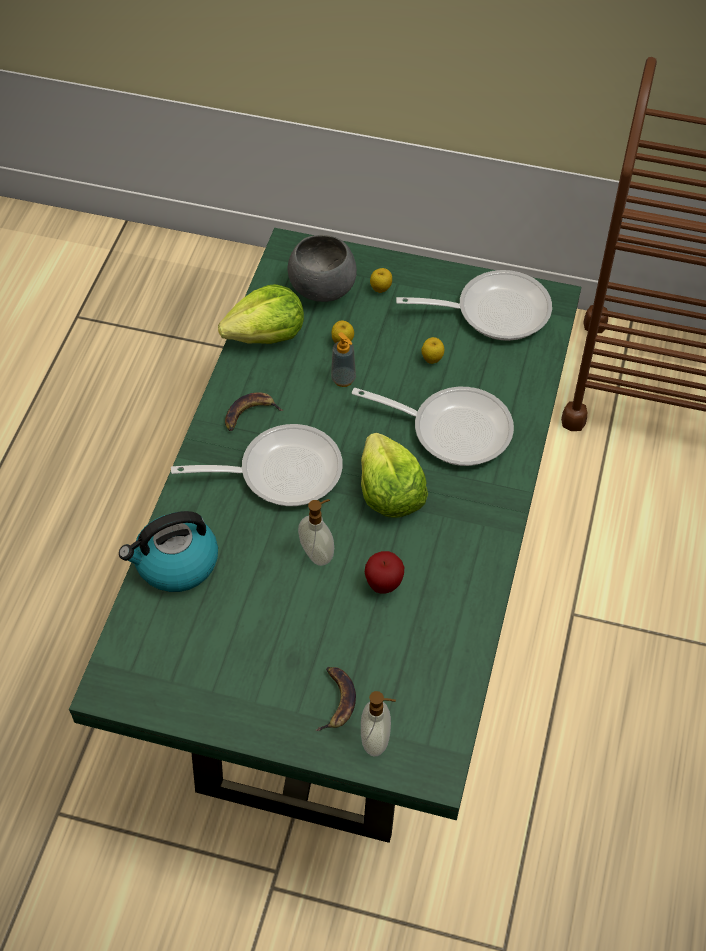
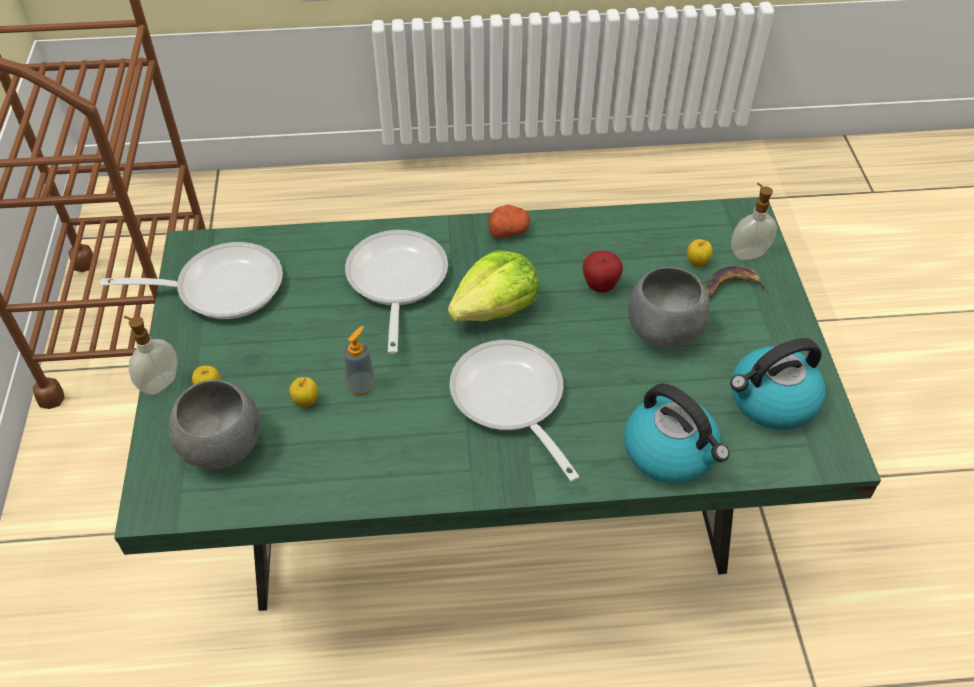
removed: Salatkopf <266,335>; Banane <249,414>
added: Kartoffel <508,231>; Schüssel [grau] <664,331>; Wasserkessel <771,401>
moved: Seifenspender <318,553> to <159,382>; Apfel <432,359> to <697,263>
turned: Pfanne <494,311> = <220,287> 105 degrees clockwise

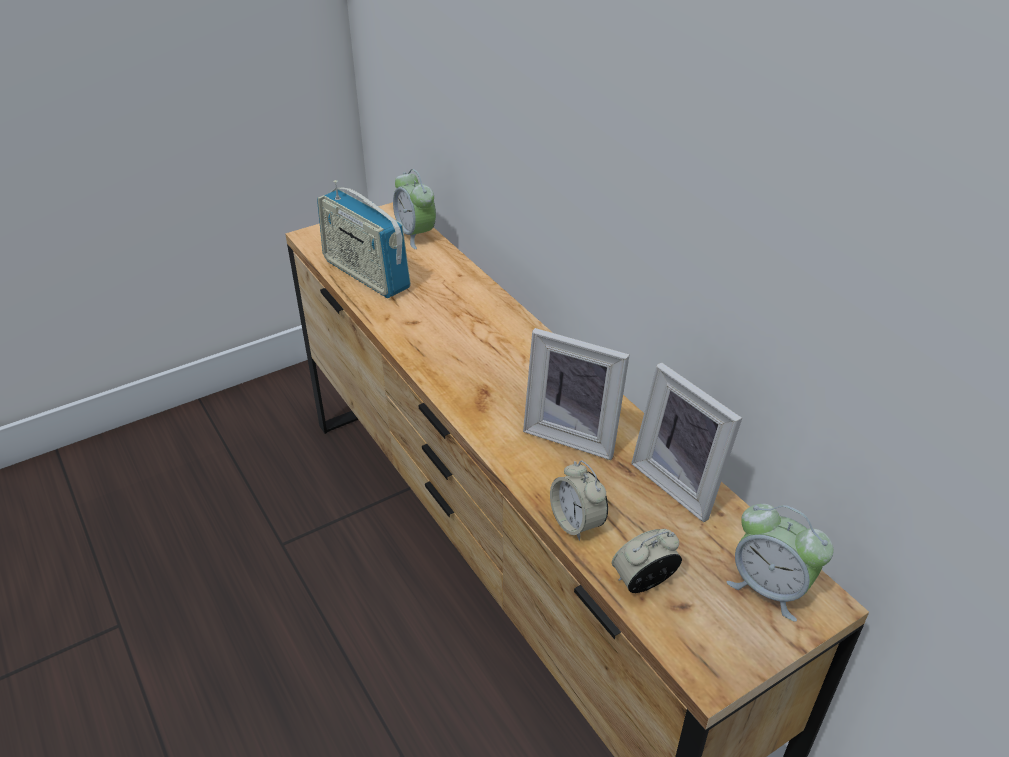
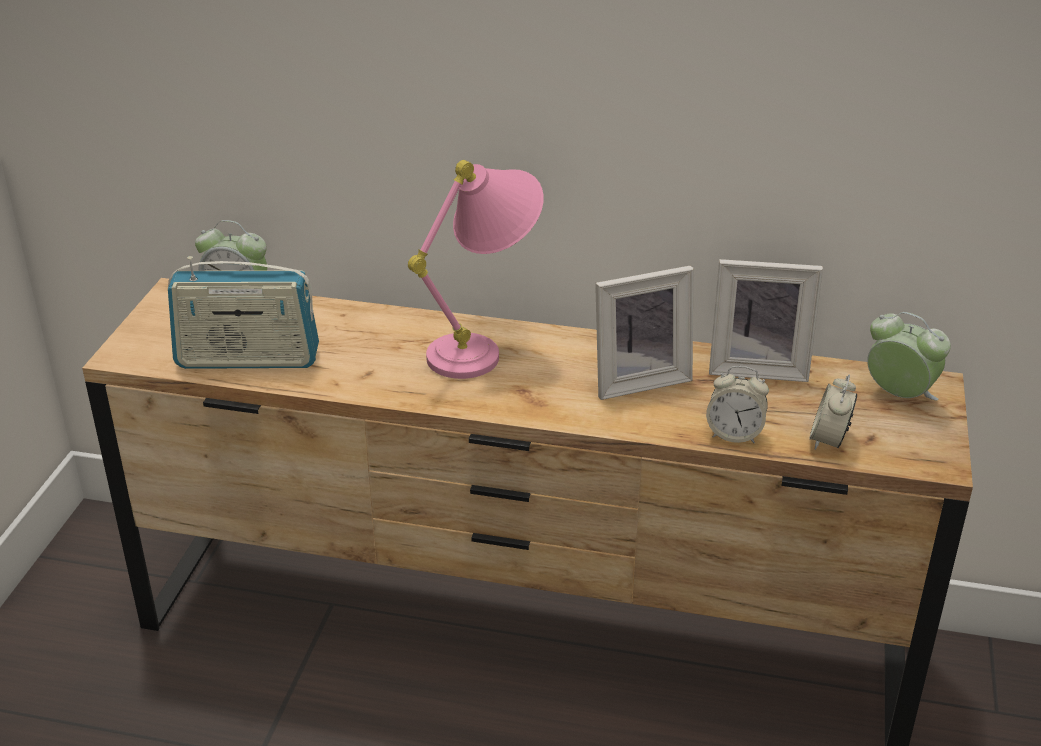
added: Tischlampe [rosa] <484,348>
turned: Wecker <769,588> = <899,395> 135 degrees counterclockwise

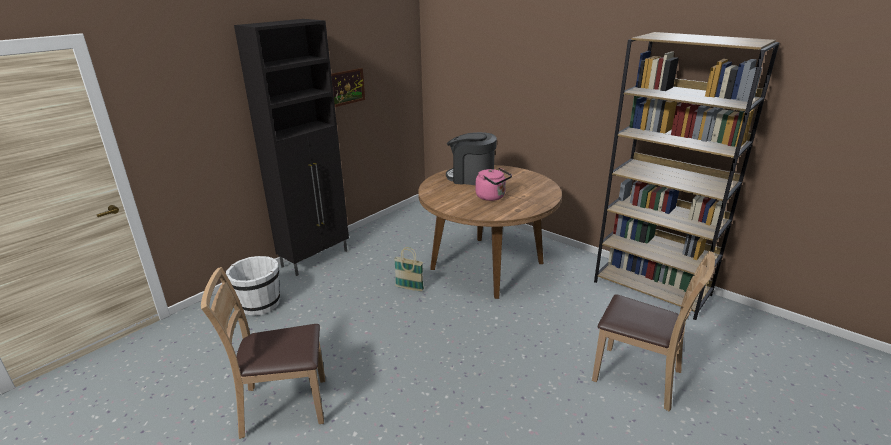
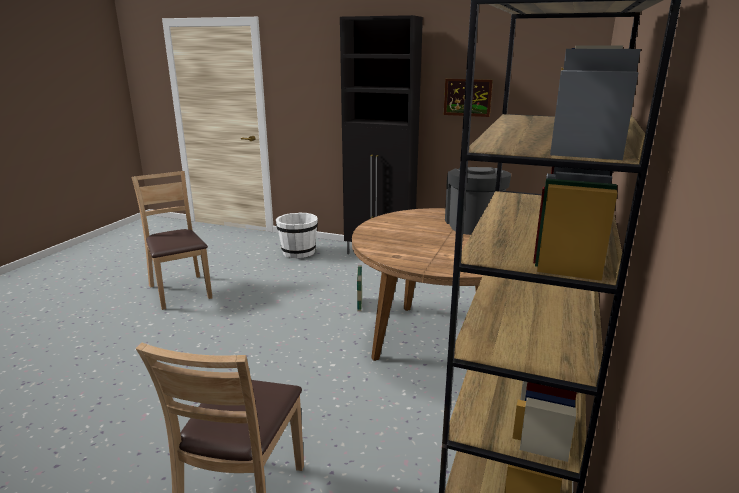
removed: Wasserkessel [rosa] <492,197>

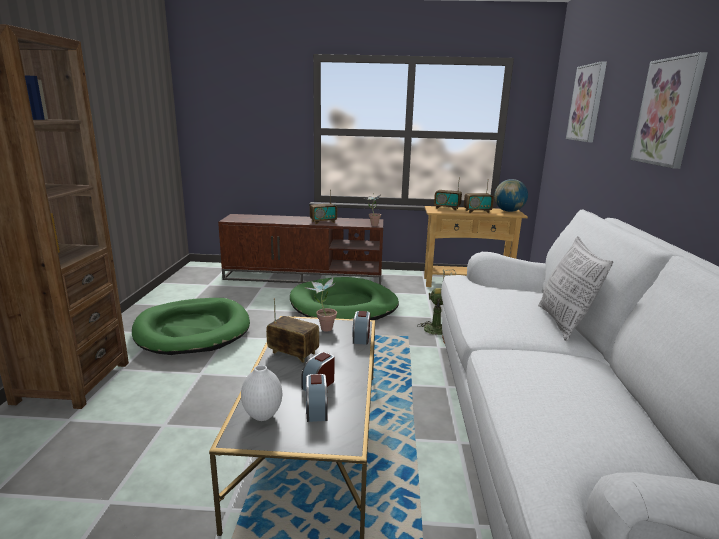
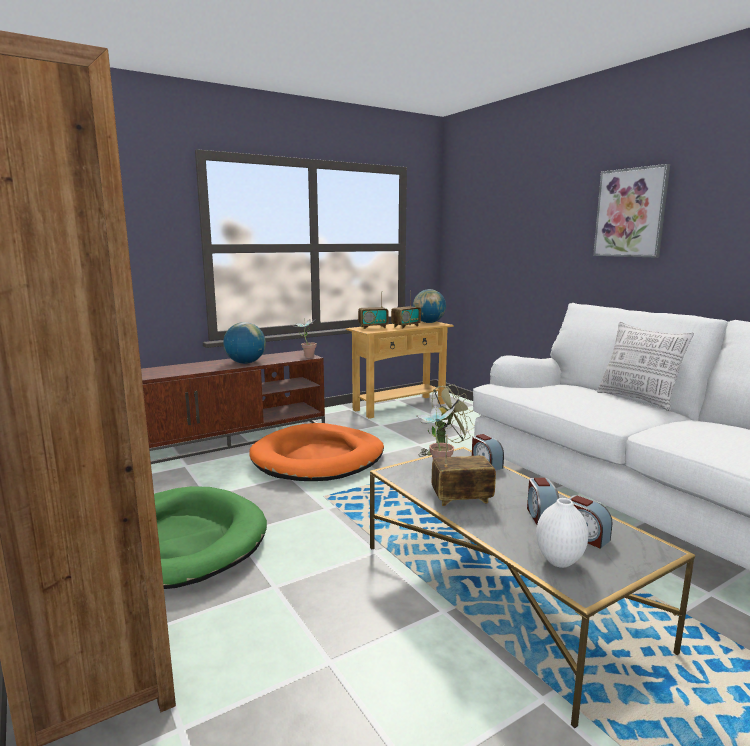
removed: Bild <587,103>
replaced: Radio <323,222> to Globus <245,363>
recoloured: Hundebett [grün] <344,305> to Hundebett [orange] <318,458>

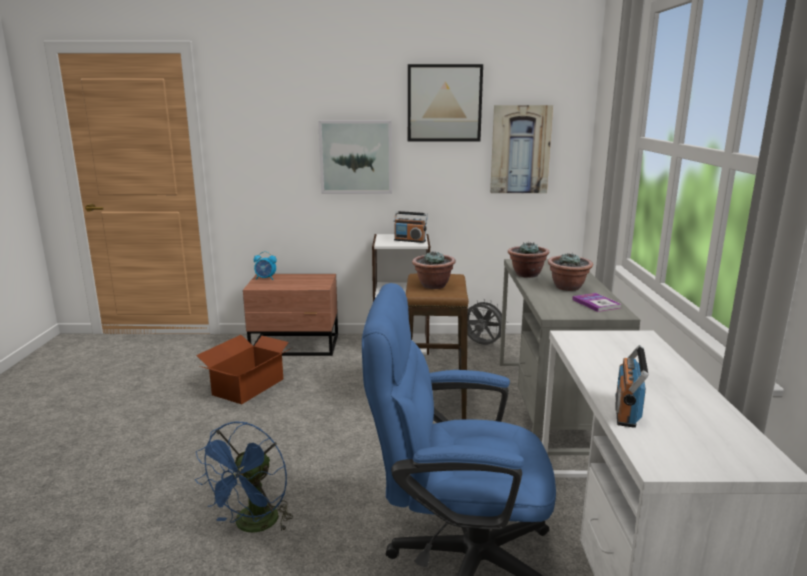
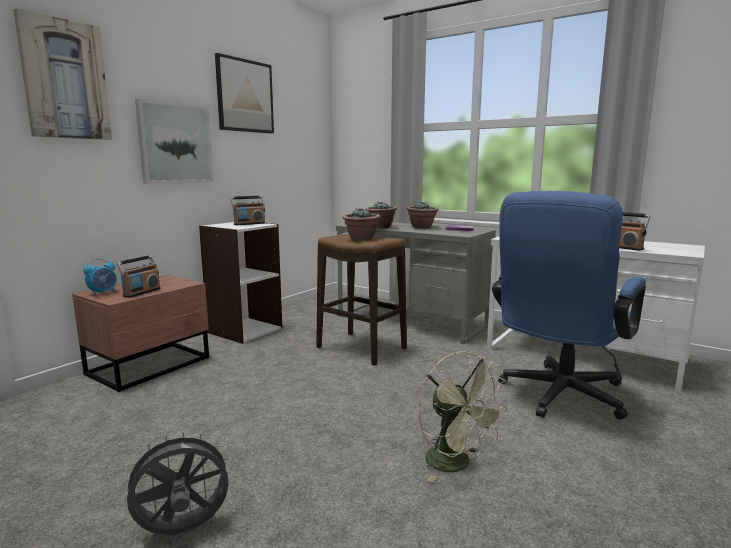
removed: Karton <247,387>
added: Radio <141,292>
moved: Ventilator [grau] <482,345> to <183,531>; Bild <520,149> to <65,80>
recoloured: Ventilator [blau] <252,526> to Ventilator [grün] <456,464>

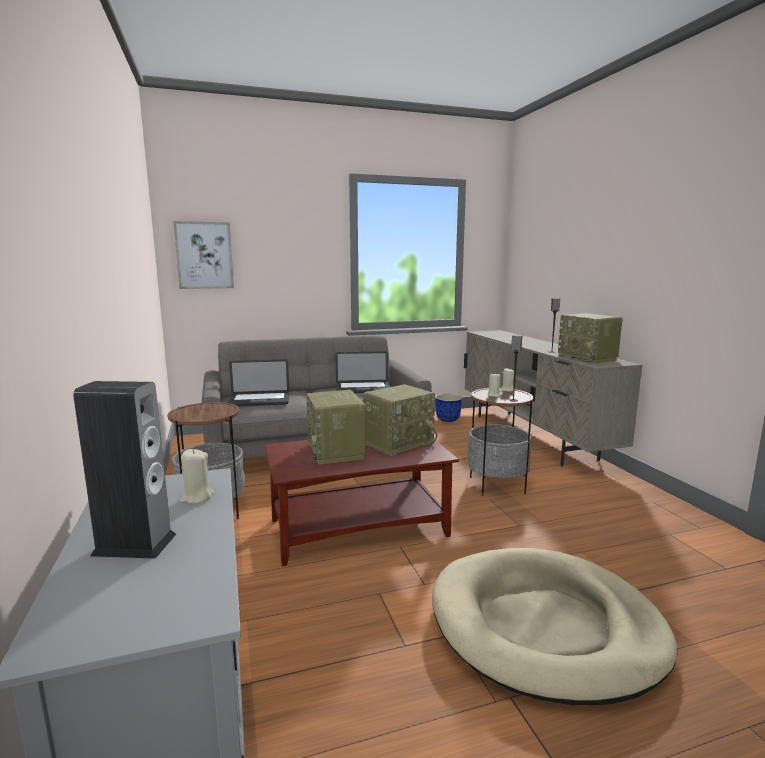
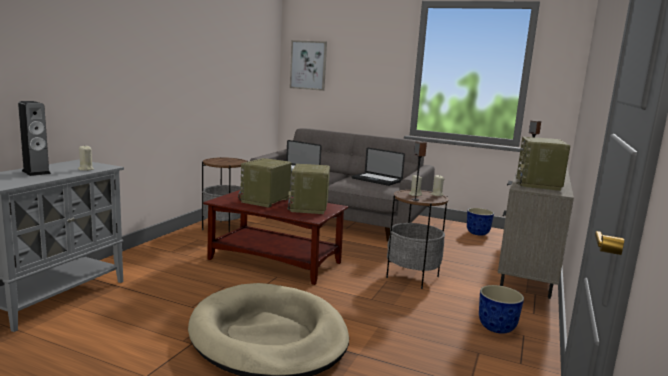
added: Pflanzkübel <497,328>
turned: Radio <399,443> = <309,207> 90 degrees clockwise

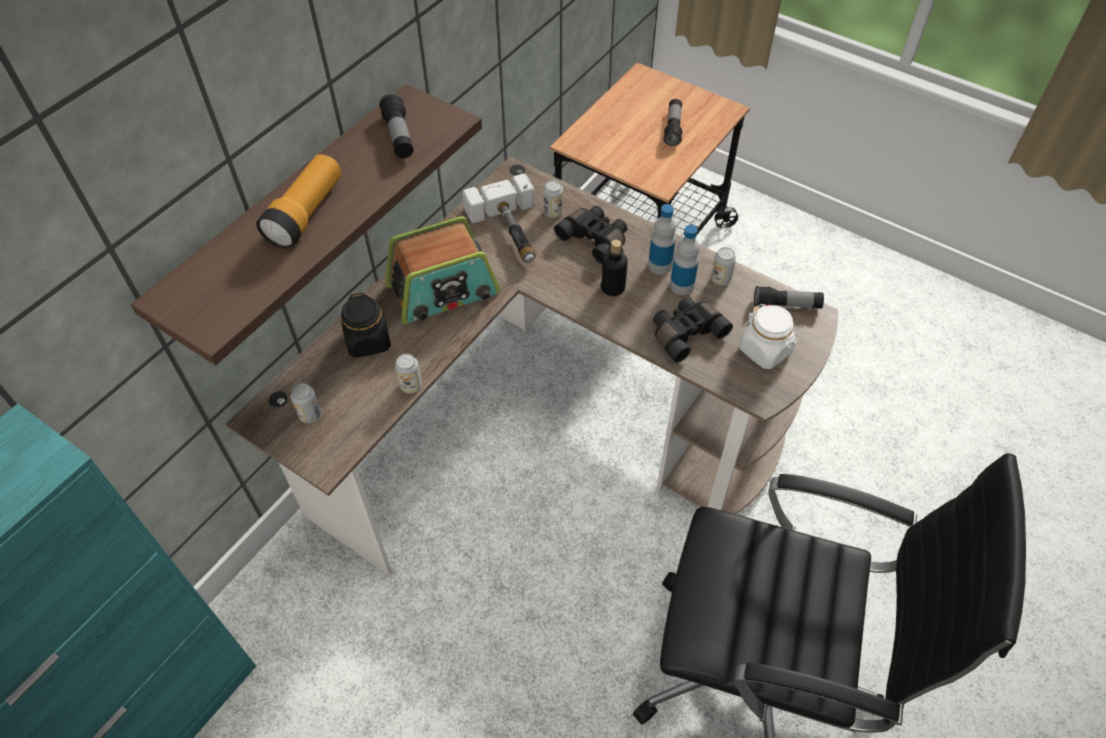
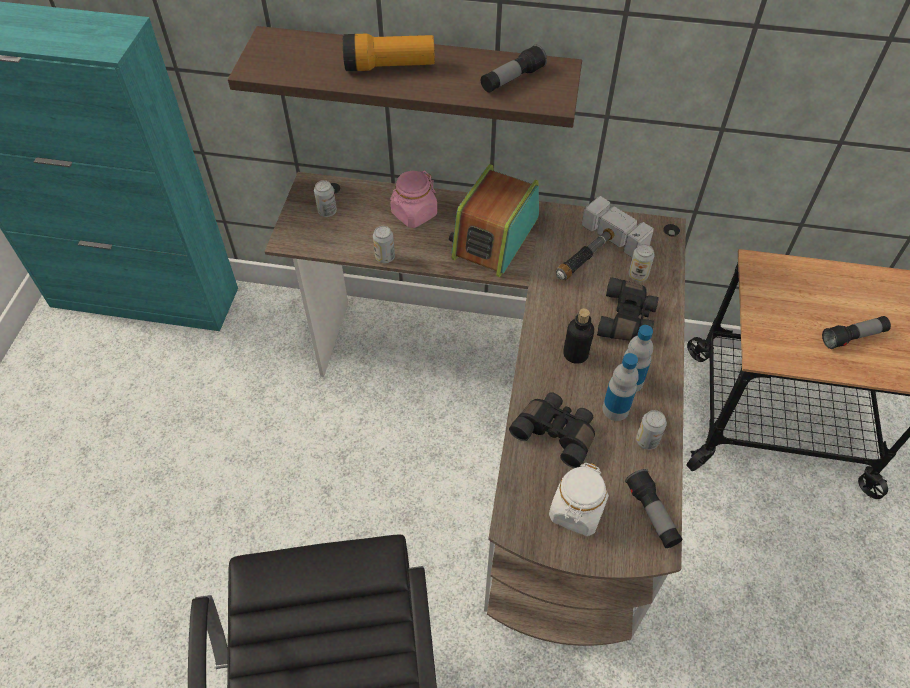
recoloured: Vorratsglas [schwarz] <368,341> to Vorratsglas [rosa] <414,214>
turned: Radio <443,290> = <494,237> 75 degrees clockwise

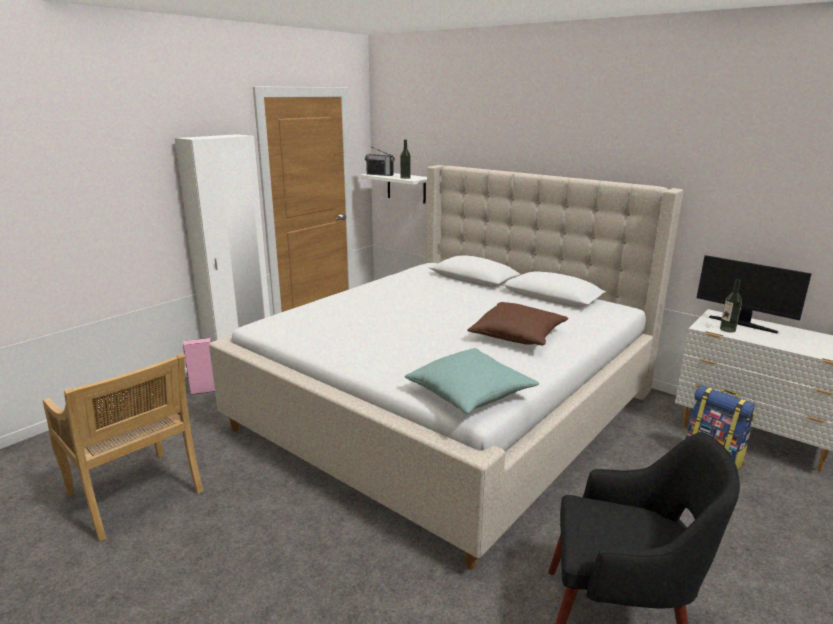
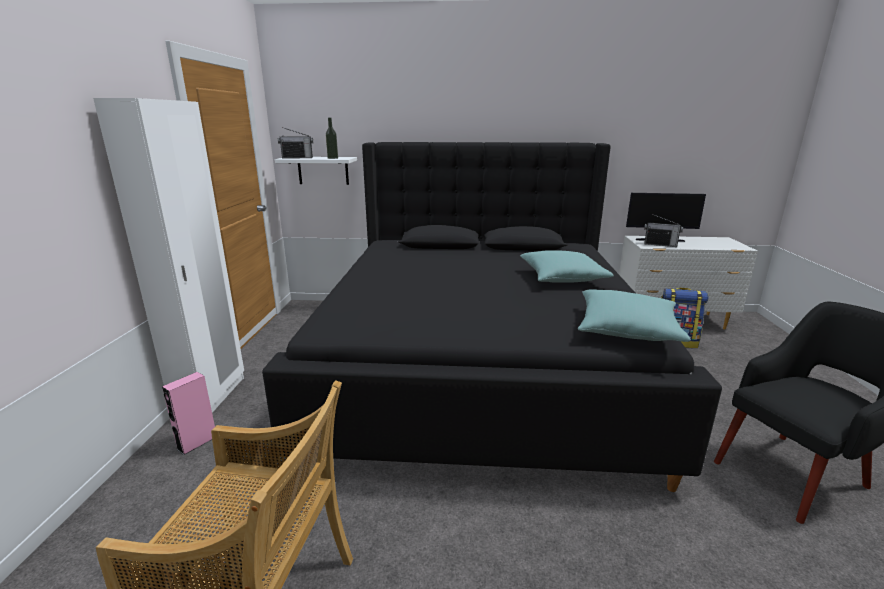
replaced: Flasche <727,329> to Radio <660,244>
recoloured: Bett [beige] <450,409> to Bett [schwarz] <480,368>; Kissen [braun] <518,336> to Kissen [türkis] <562,278>

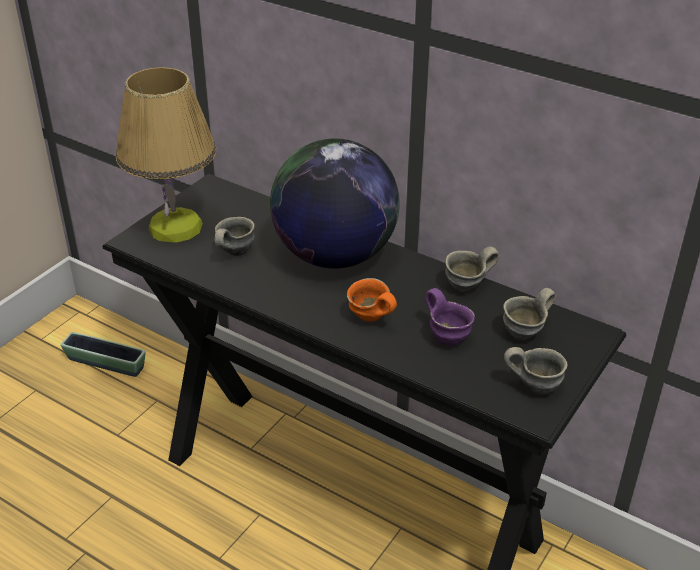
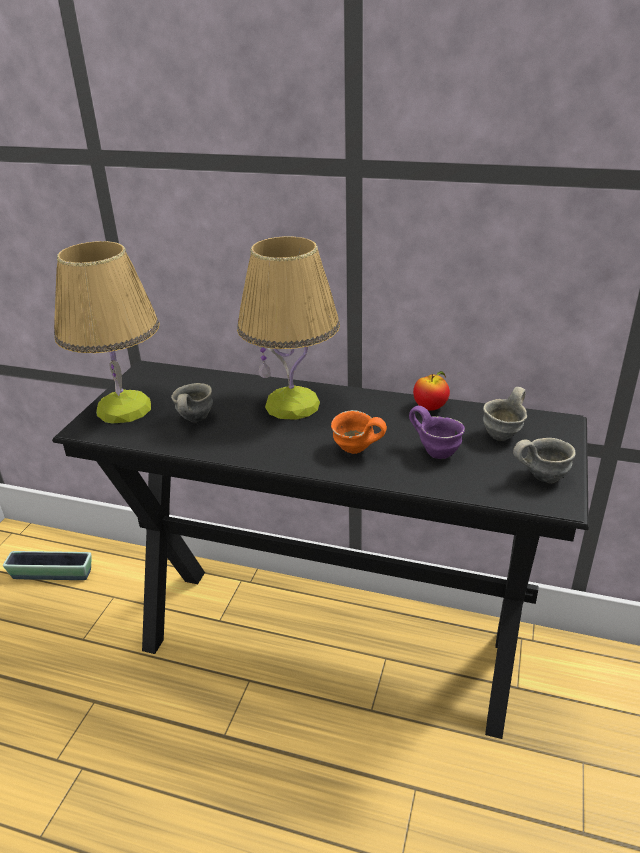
replaced: Globus <334,256> to Tischlampe <293,405>; Henkelbecher [grau] <468,287> to Apfel <430,408>

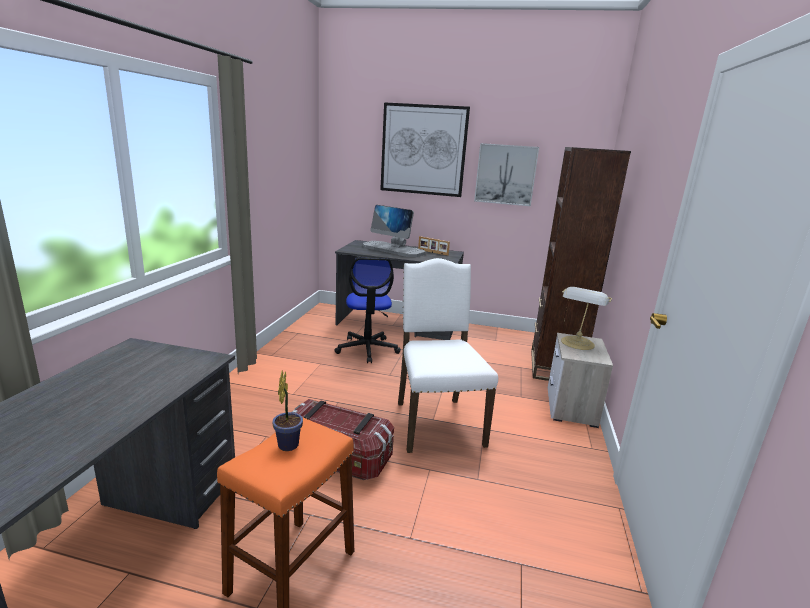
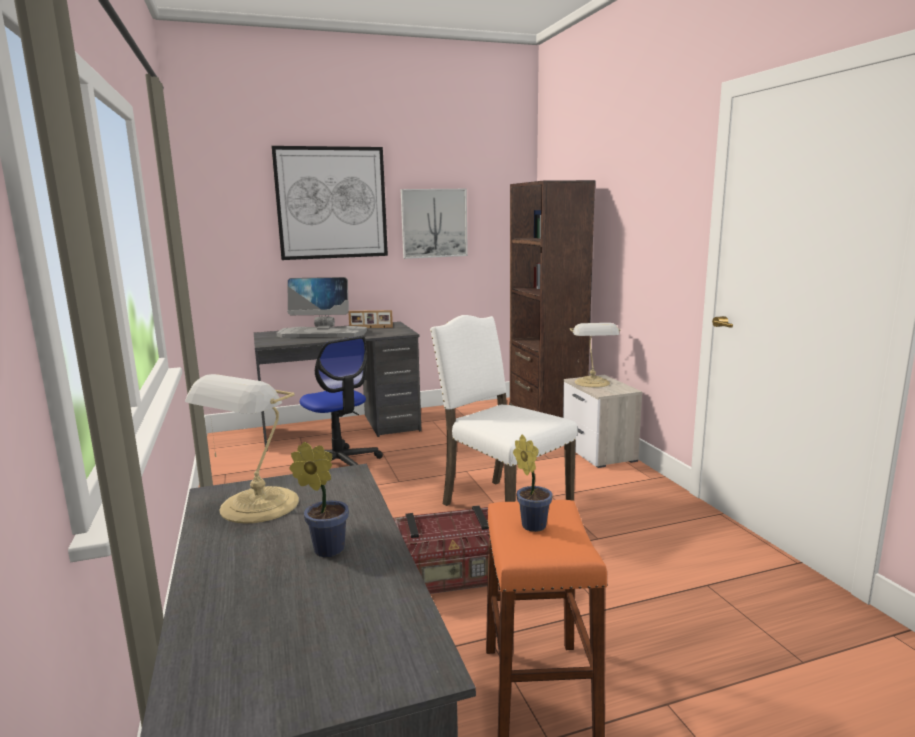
added: Tischlampe <256,507>; Topfpflanze <325,549>

